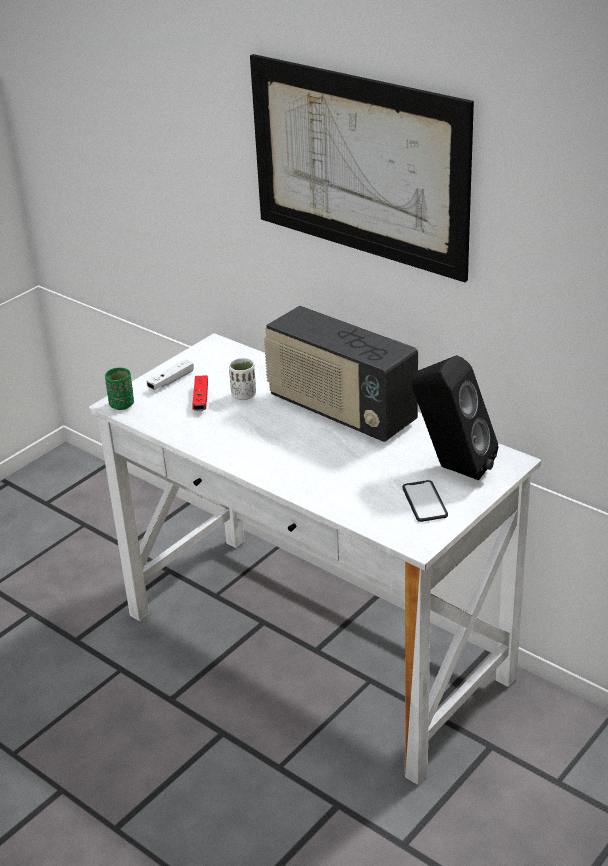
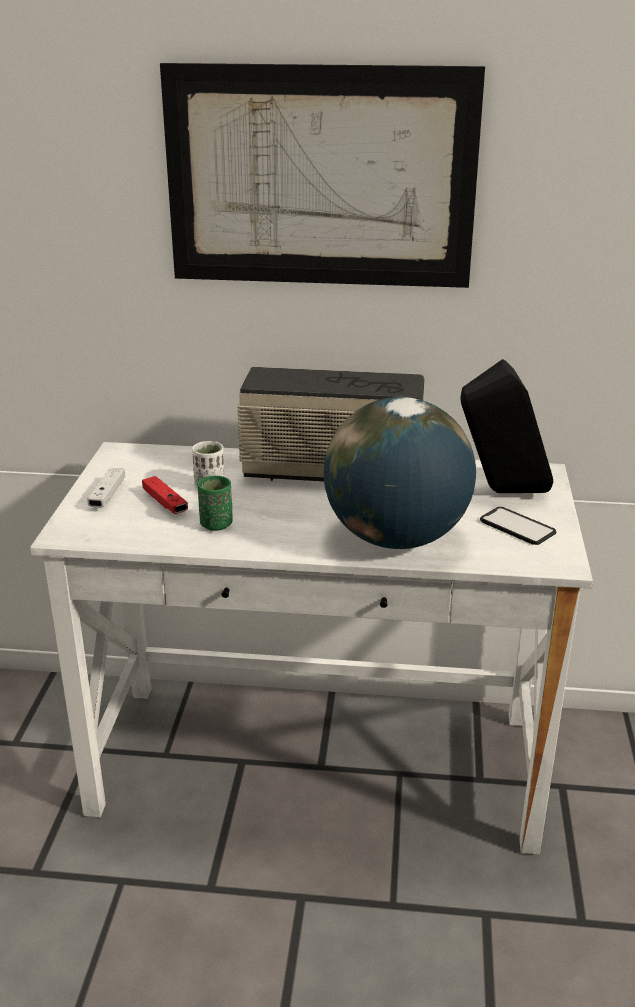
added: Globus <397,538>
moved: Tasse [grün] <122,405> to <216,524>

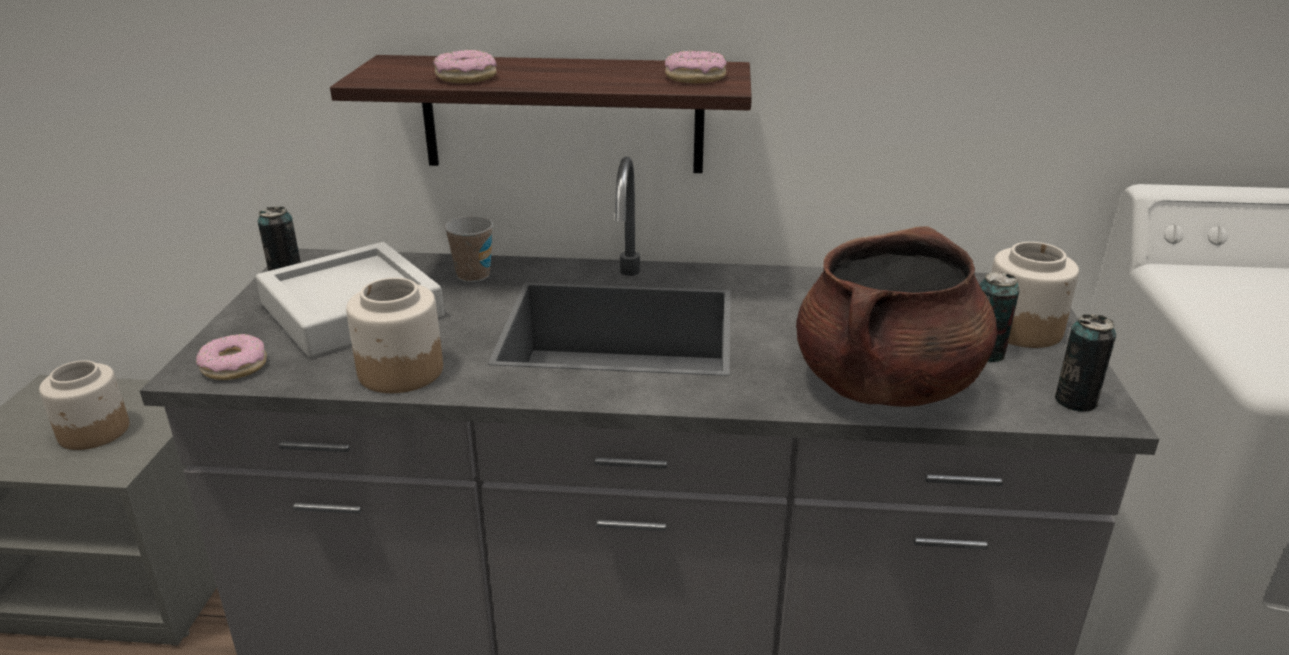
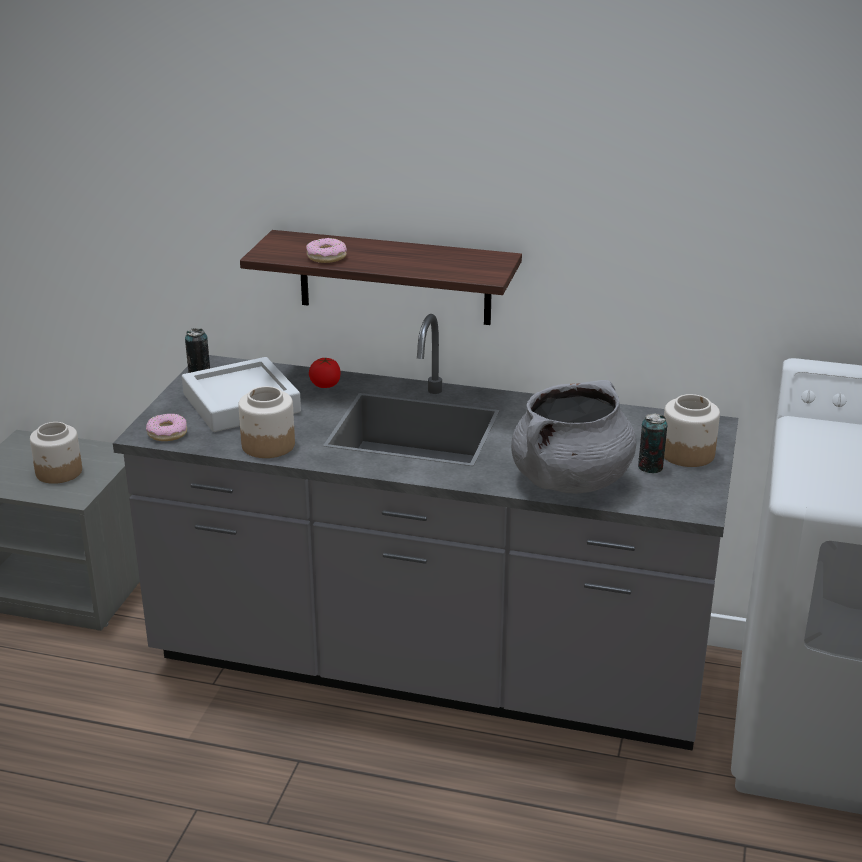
removed: Donut <695,77>; Dose <1075,401>
replaced: Tasse <473,275> to Tomate <325,384>
recoloured: Kochtopf [braun] <886,385> to Kochtopf [grau] <571,481>

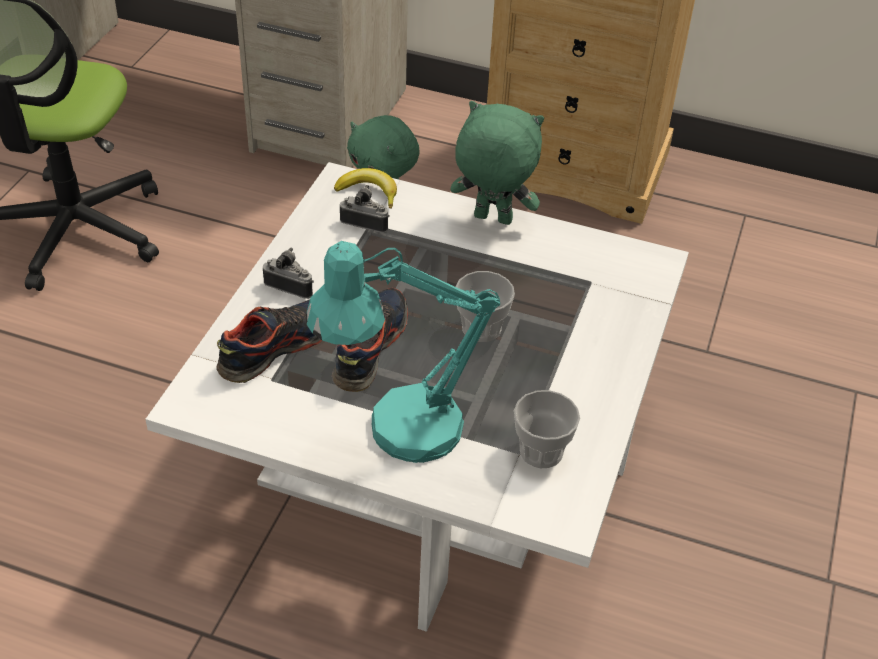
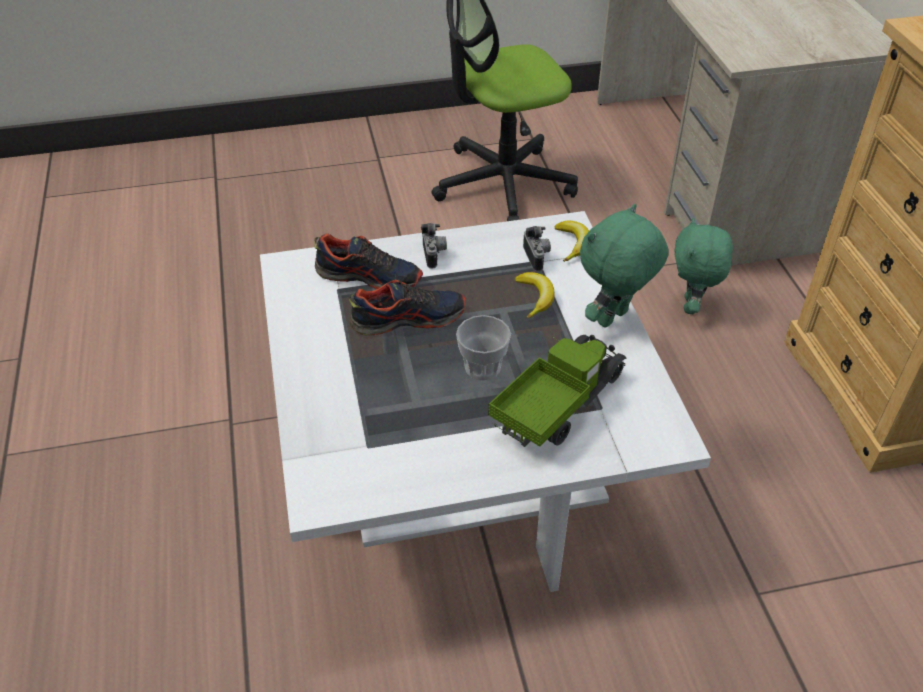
removed: Tischlampe [türkis] <396,431>; Tasse <541,451>
added: Spielzeuglaster <557,405>; Banane <535,298>
turned: Plüschtier [grün] <491,220> = <614,319> 120 degrees counterclockwise

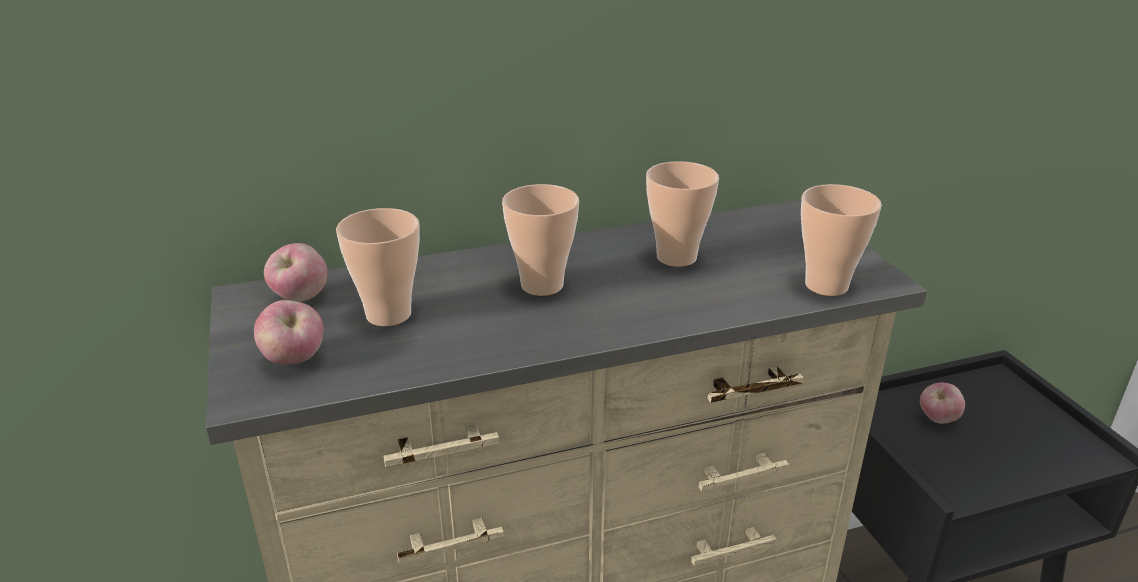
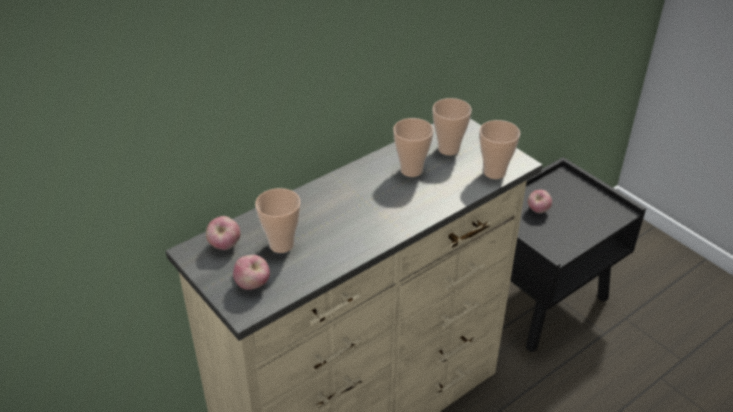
moved: Tasse <542,285> to <448,149>

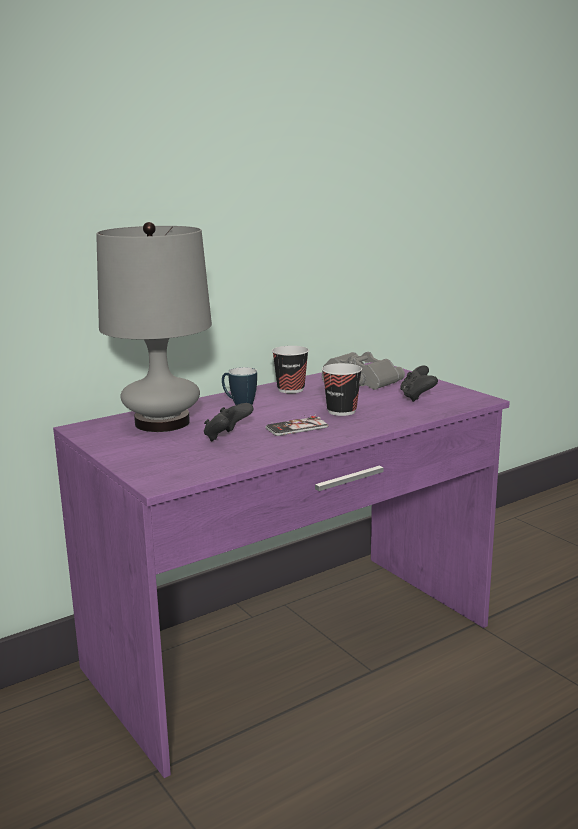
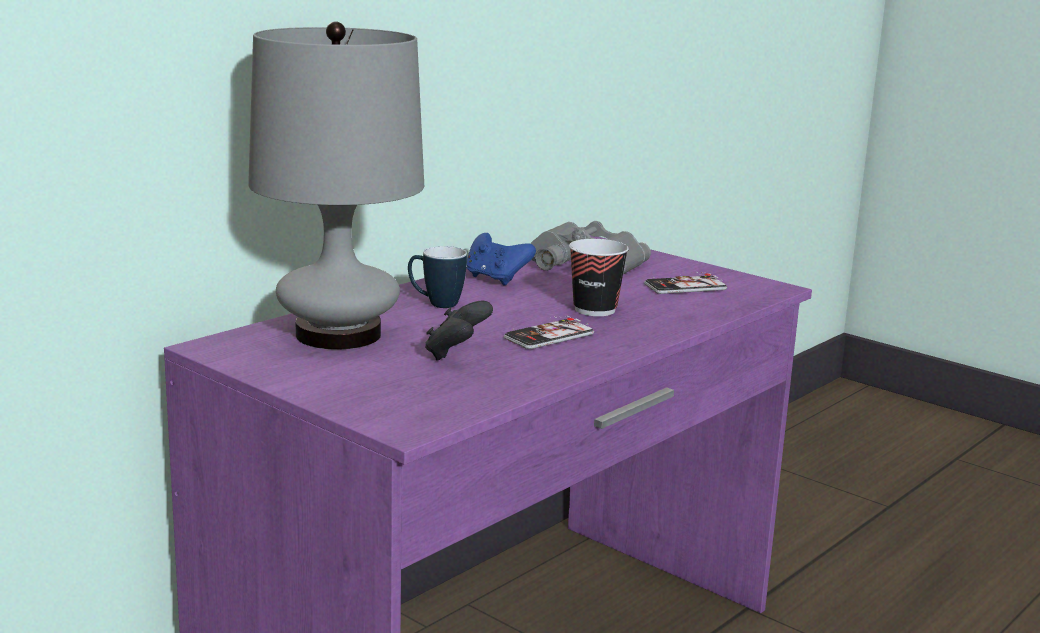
replaced: Tasse <291,389> to Gamepad [blau] <496,279>; Gamepad [schwarz] <417,397> to Handy <685,287>

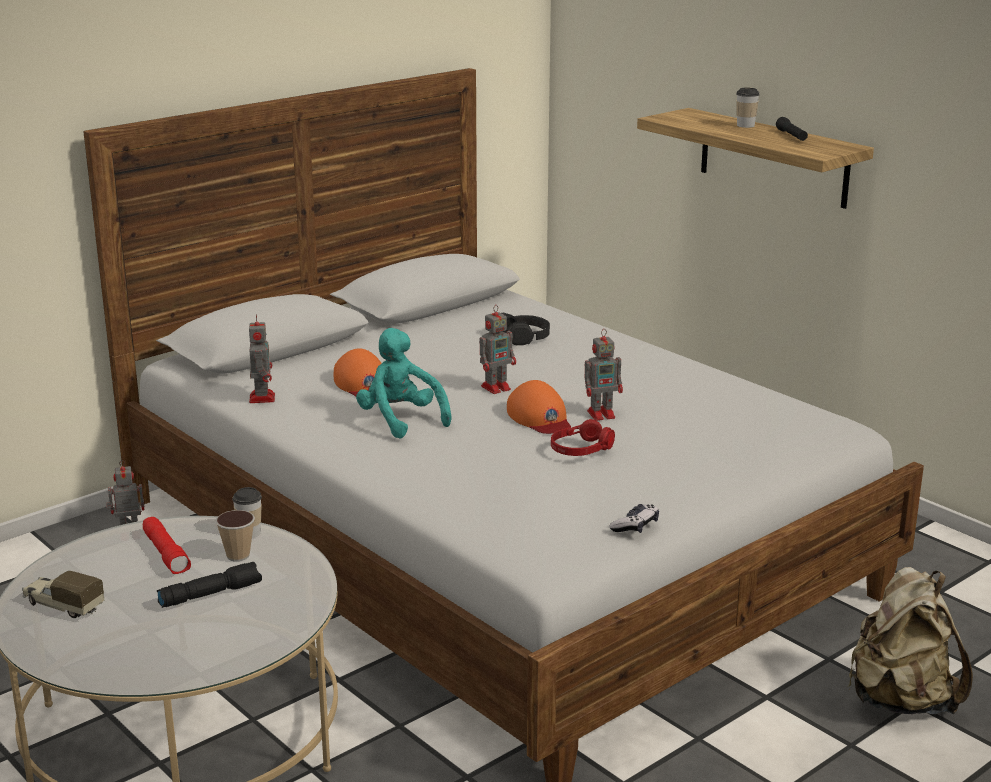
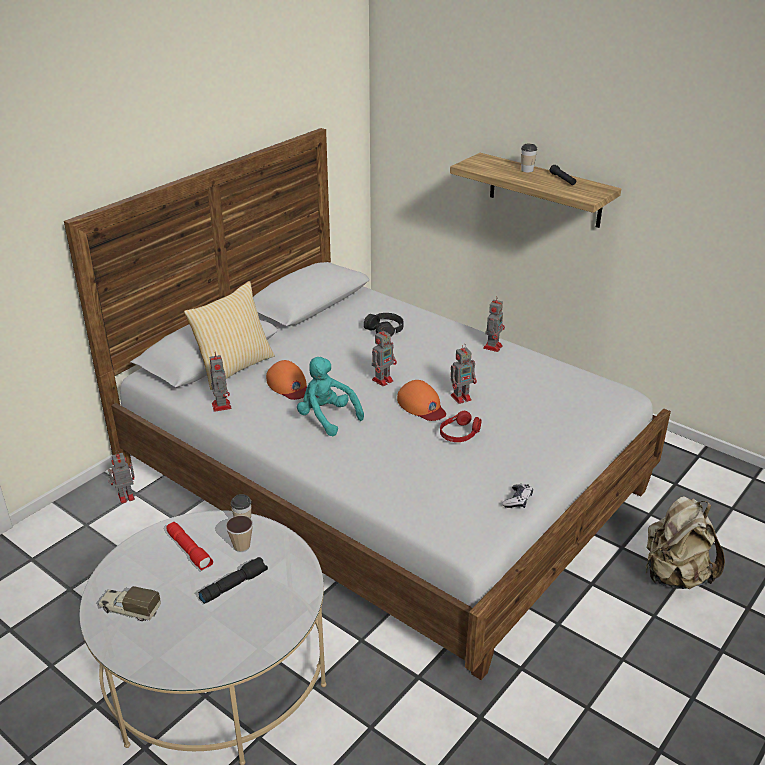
added: Kissen <233,367>; Spielzeugroboter <493,346>

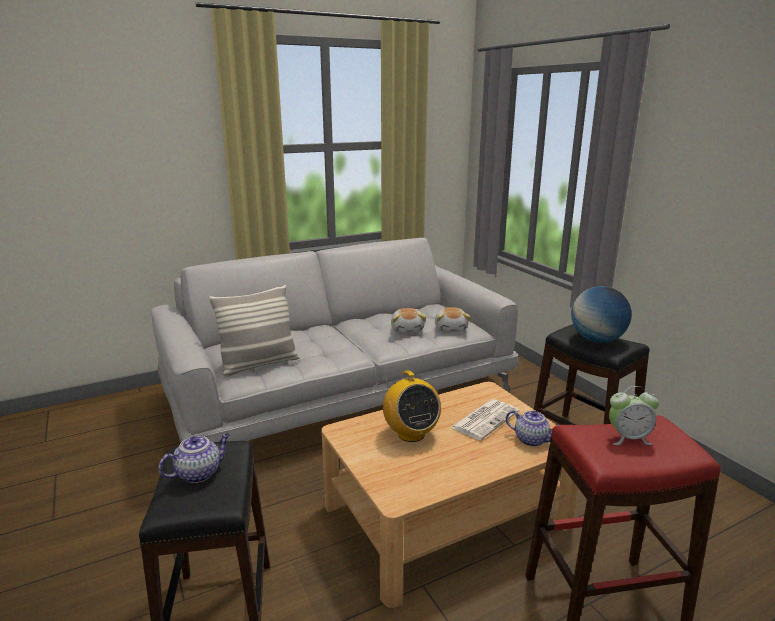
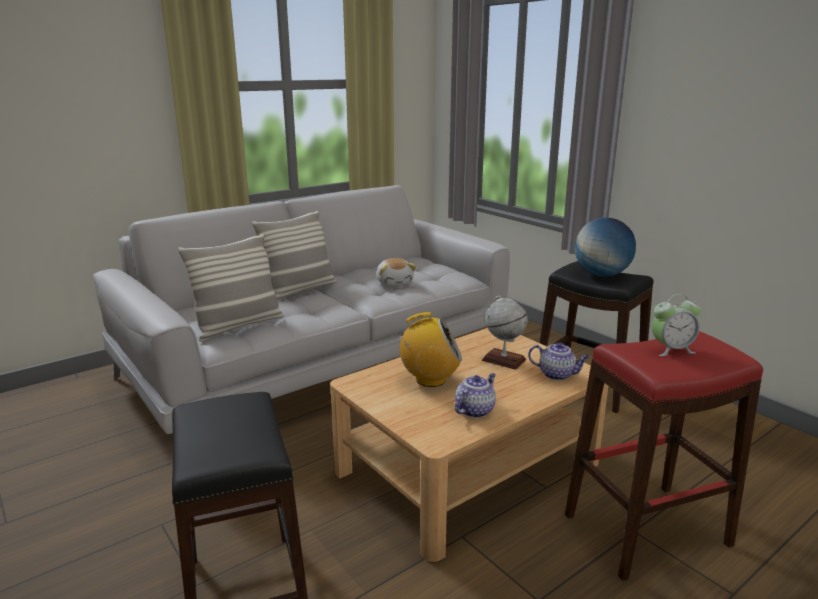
removed: Plüschtier <451,329>
added: Kissen <299,290>
moved: Teekanne <199,473> to <475,410>
replaced: Zeitung <485,419> to Globus <503,360>
turned: Radio <410,434> = <430,379> 60 degrees counterclockwise

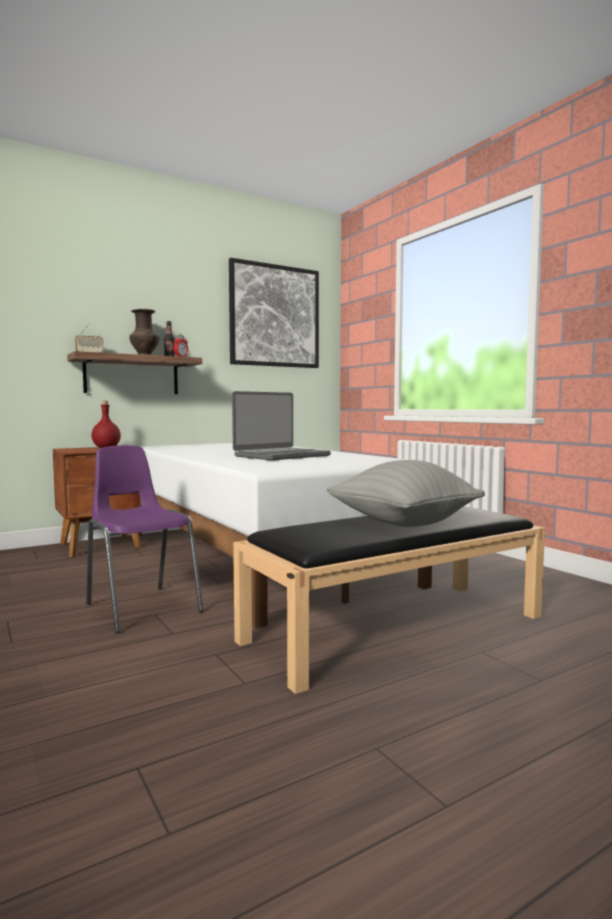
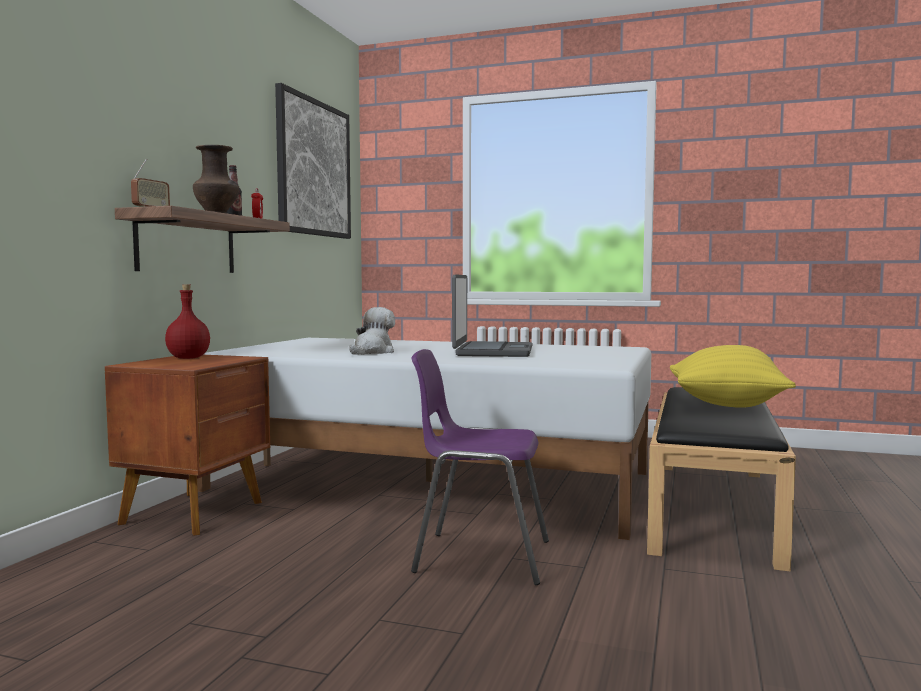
added: Plüschtier <372,352>
recoloured: Kissen [grau] <404,523> to Kissen [gelb] <726,405>

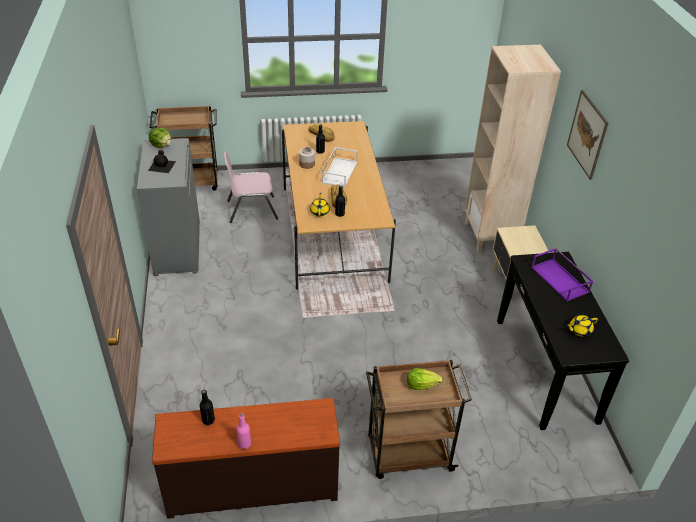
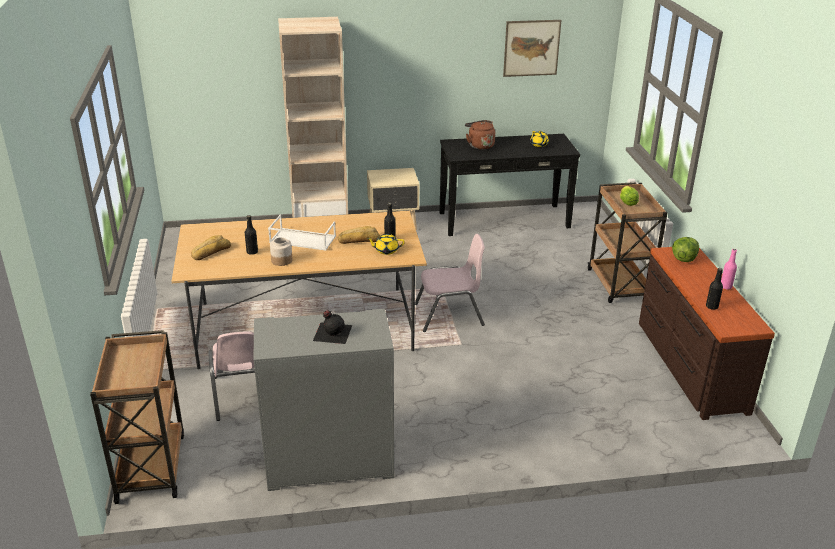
added: Stuhl [rosa] <449,315>
moved: Salatkopf <162,146> to <683,259>; Bild <587,134> to <531,48>
replaced: Tablett [lila] <560,280> to Wasserkessel [braun] <479,145>

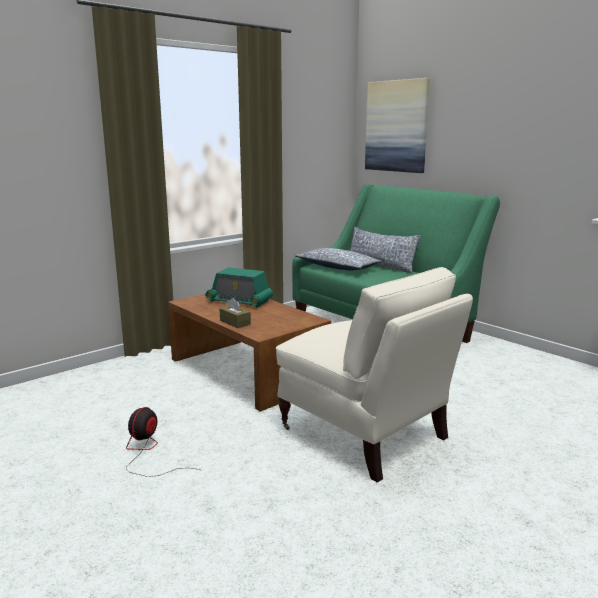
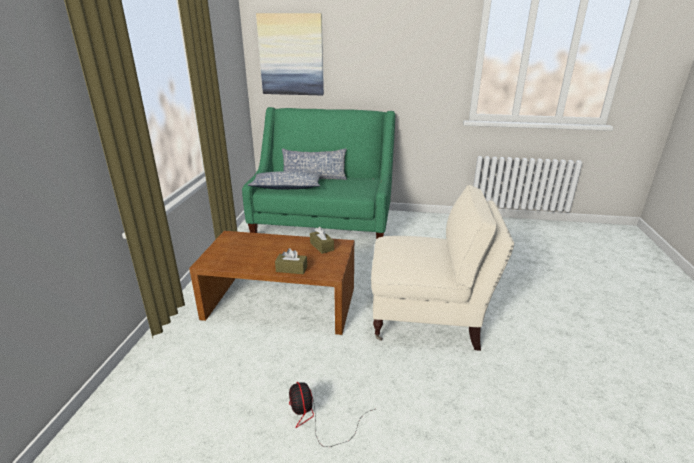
removed: Radio <239,301>
added: Taschentuchbox [braun] <321,246>

